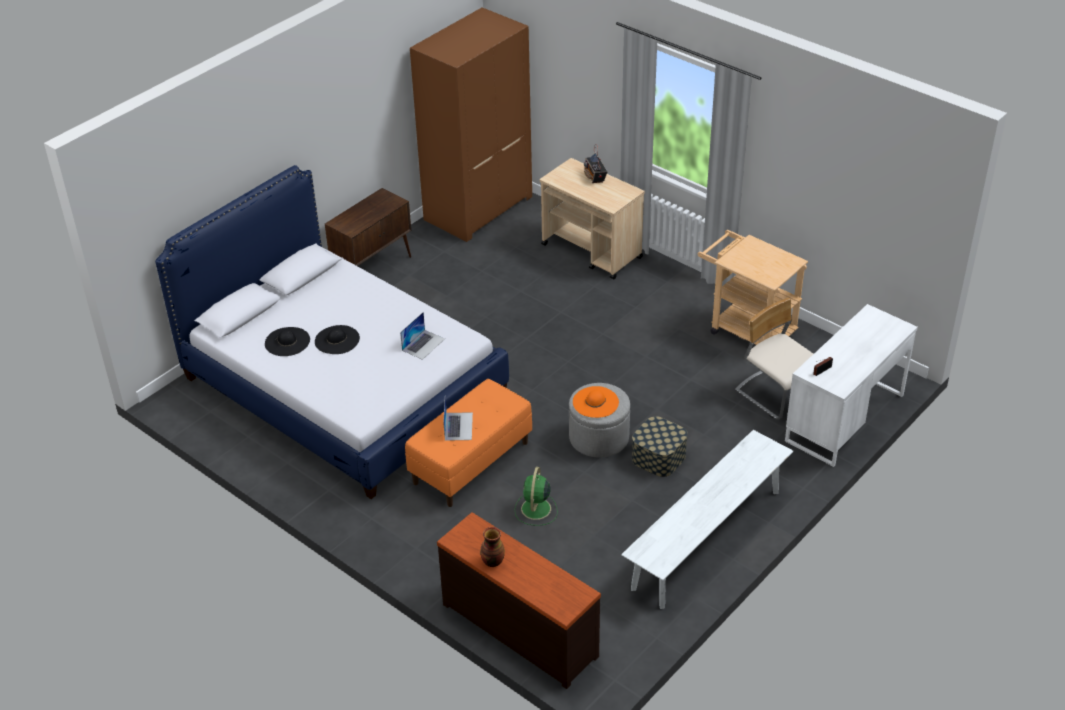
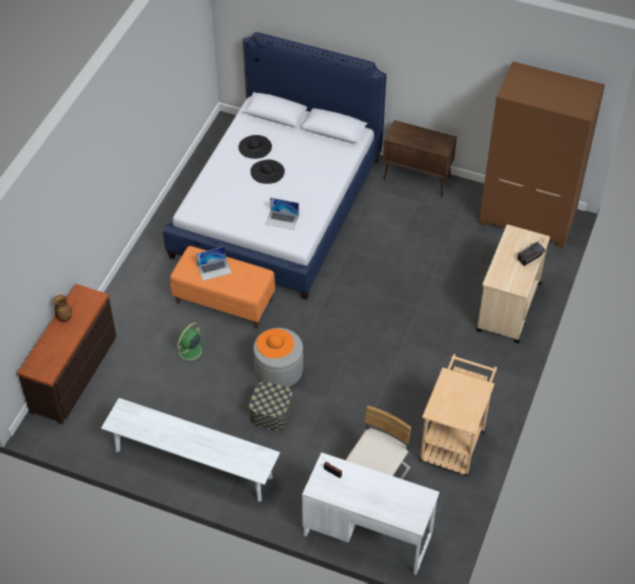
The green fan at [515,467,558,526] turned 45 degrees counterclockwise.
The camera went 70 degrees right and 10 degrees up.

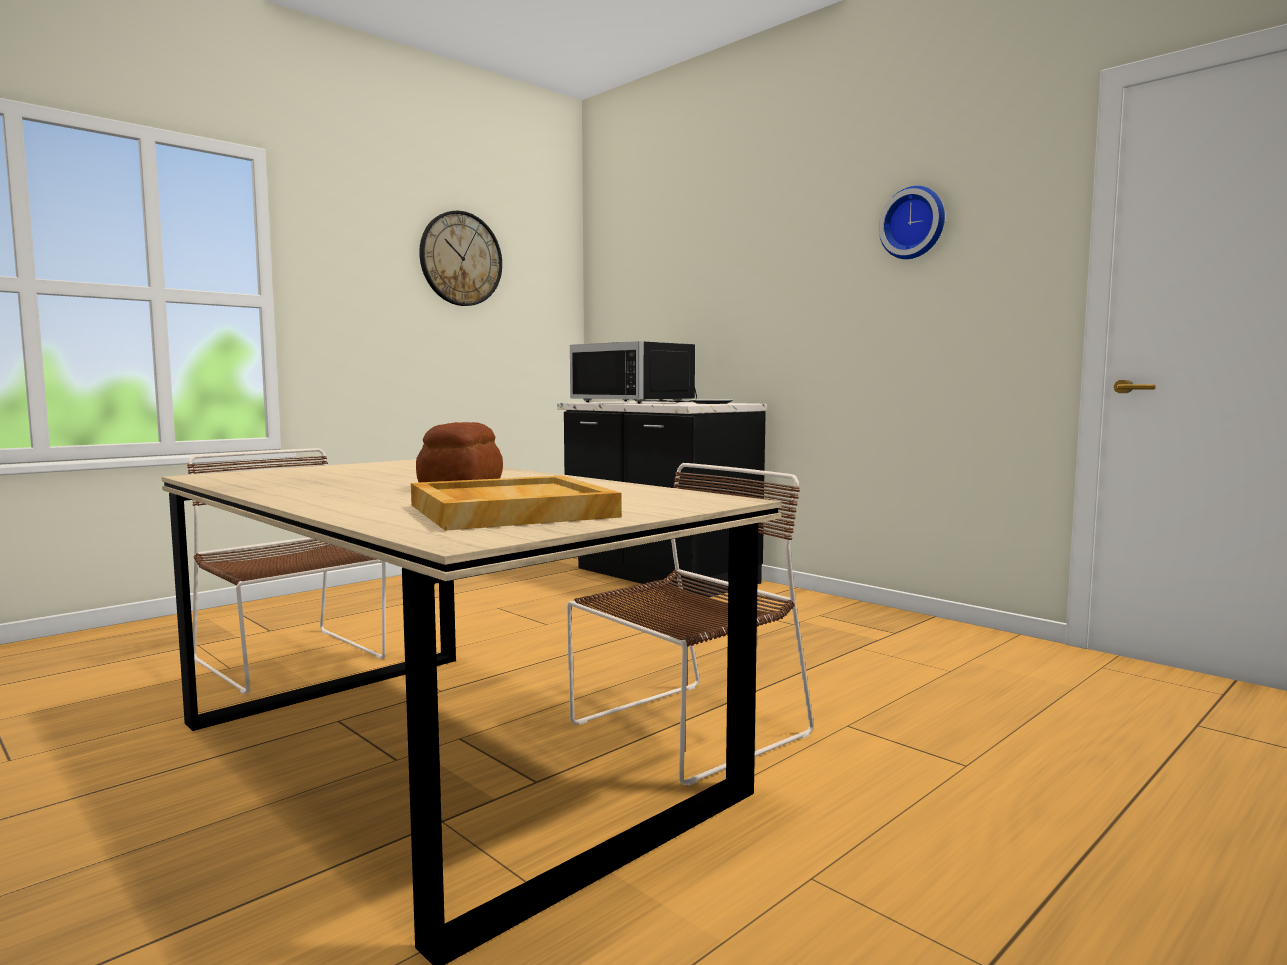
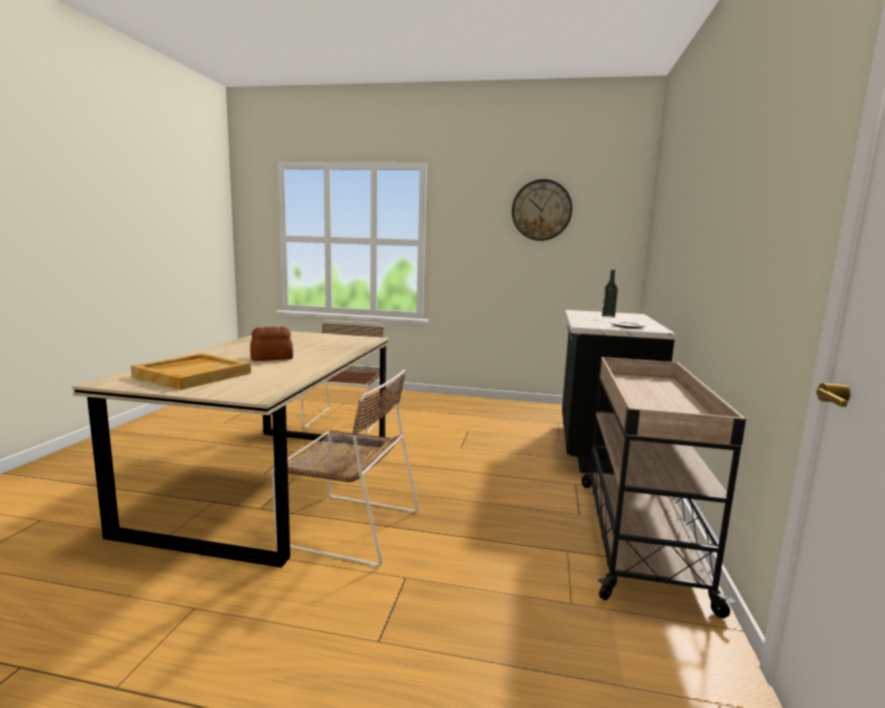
The beige cart at [582,357,746,618] appeared.
The black microwave at [570,341,697,403] was replaced by the bottle at [602,270,618,318].
The wall clock at [879,186,945,259] disappeared.
The camera went 55 degrees right and 5 degrees up.

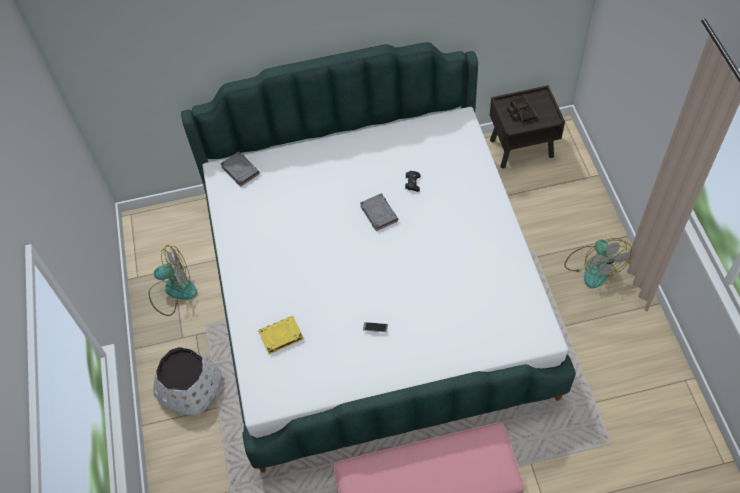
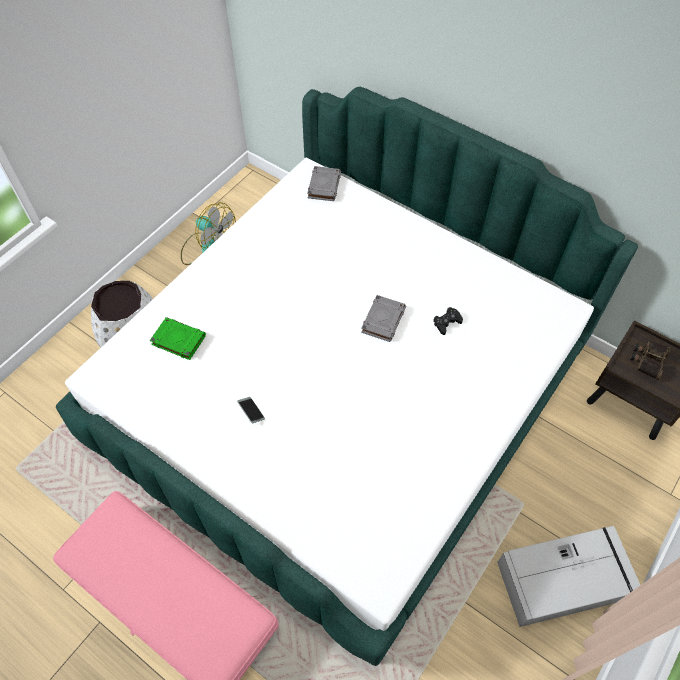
The yellow book at [258,316,303,354] became the green book at [150,317,206,360].
The fan at [564,238,632,288] was replaced by the grey storage box at [497,526,640,627].
The camera went 45 degrees right and 0 degrees up.

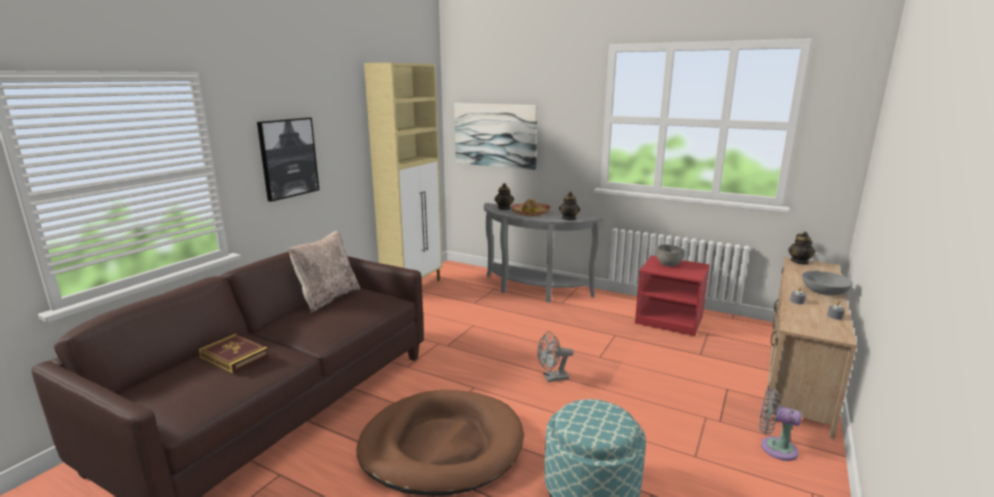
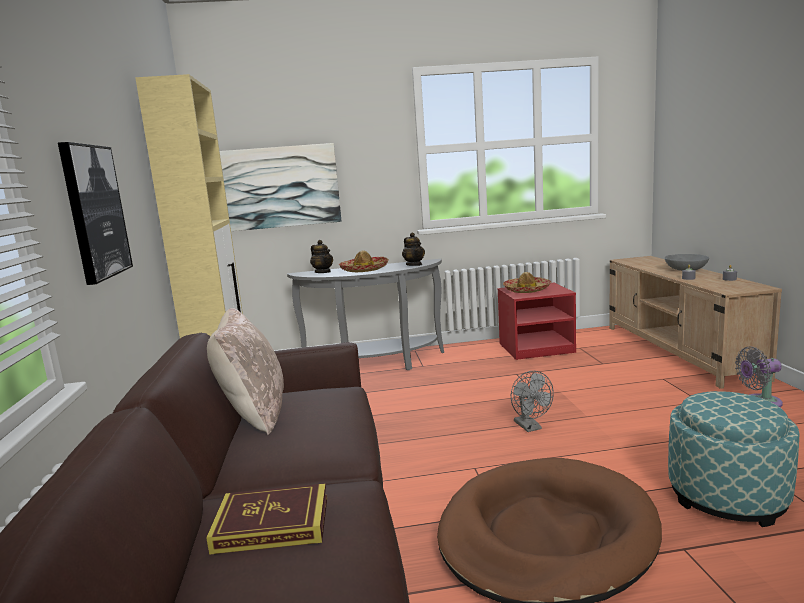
The grey bowl at [656,244,685,267] was replaced by the hat at [503,272,551,293].
The grey fan at [537,331,574,382] turned 60 degrees counterclockwise.
The teapot at [788,232,815,265] disappeared.
The camera went 35 degrees left and 5 degrees down.

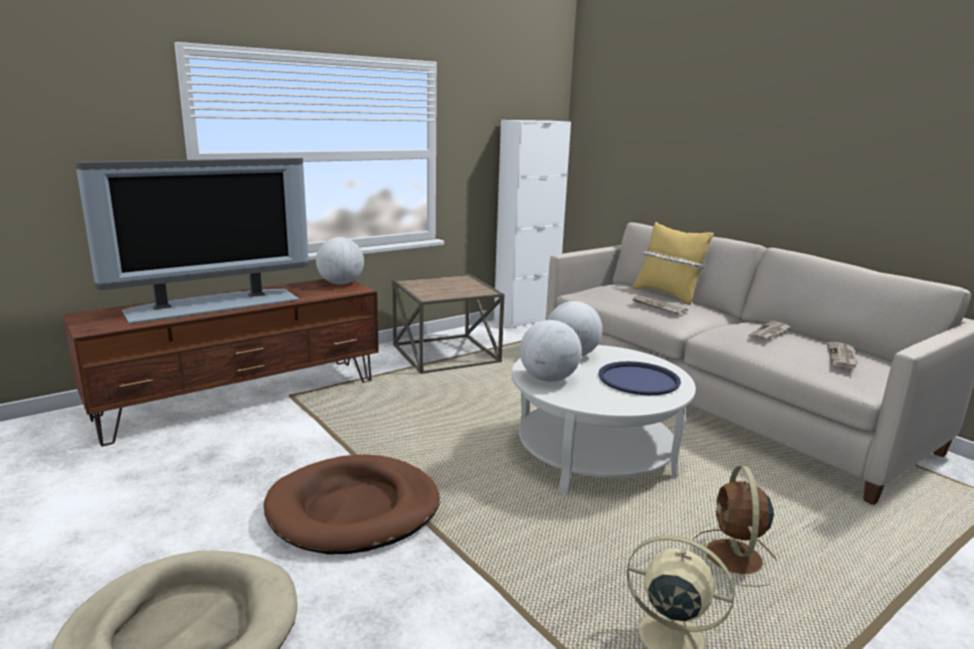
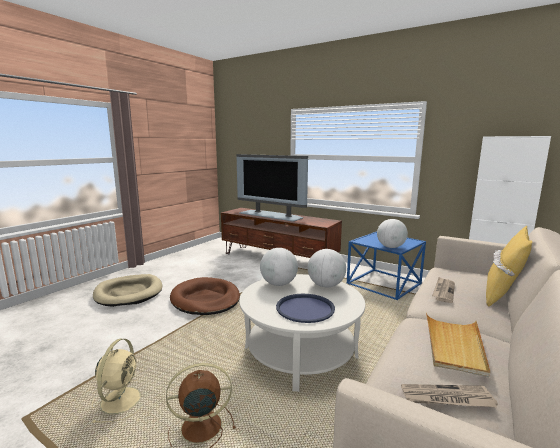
The brown side table at [392,274,505,374] became the blue side table at [347,231,426,300].
The globe moved from [316,237,364,285] to [377,219,408,248].
The newspaper at [748,321,791,341] was replaced by the beige tray at [426,313,490,378].
The camera went 70 degrees right and 5 degrees down.

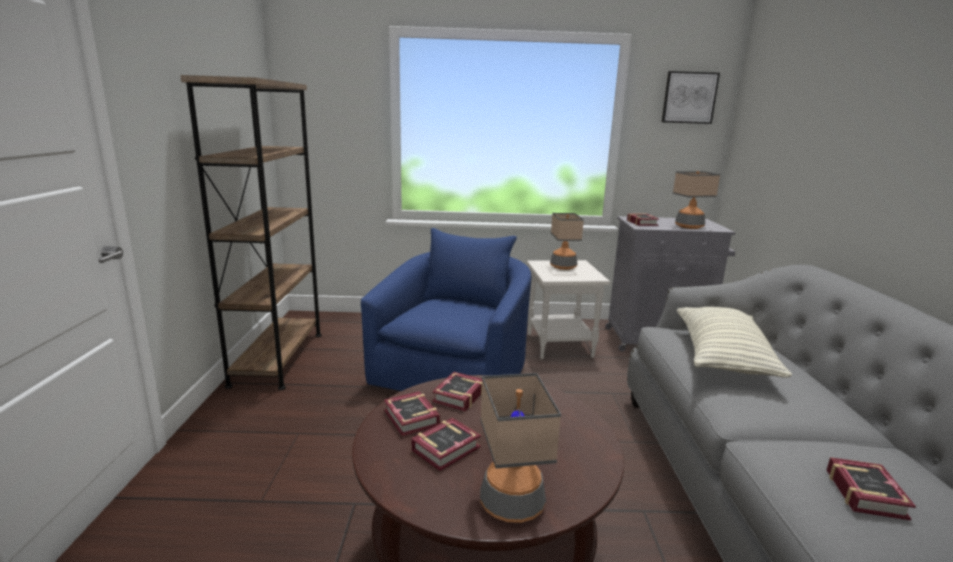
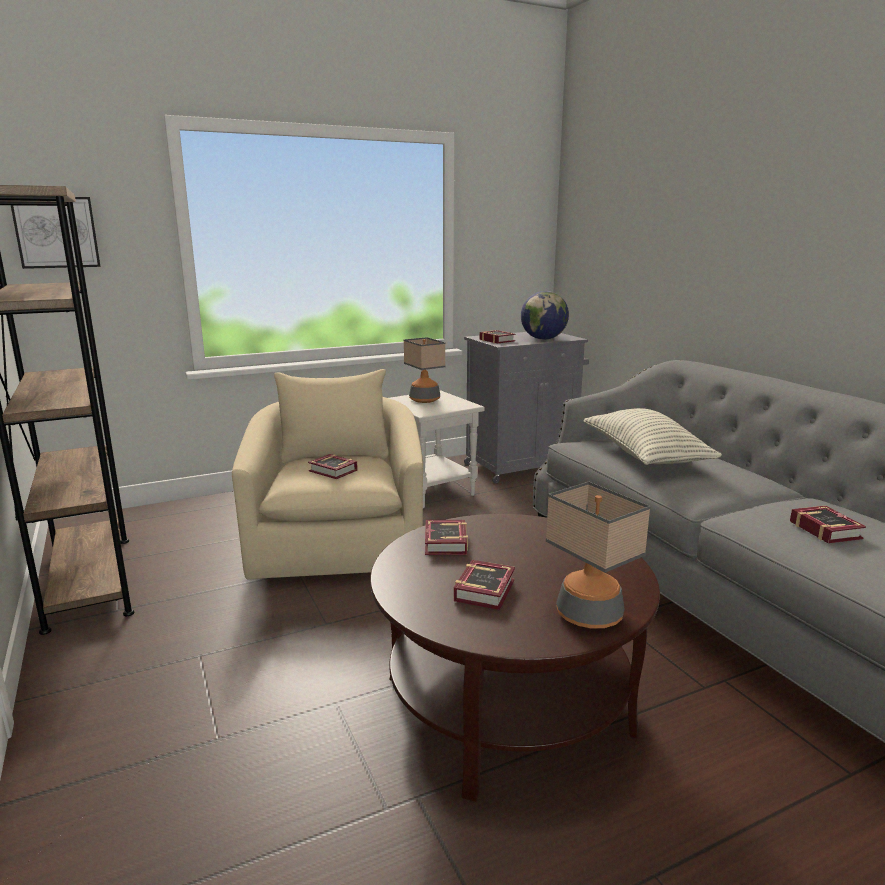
The picture moved from [662,71,720,124] to [11,197,101,269].
The blue armchair at [361,228,531,391] became the beige armchair at [232,369,423,579].
The book moved from [384,391,440,437] to [308,454,358,479].
The table lamp at [673,171,720,229] was replaced by the globe at [521,291,569,340].
The camera went 25 degrees left and 0 degrees up.

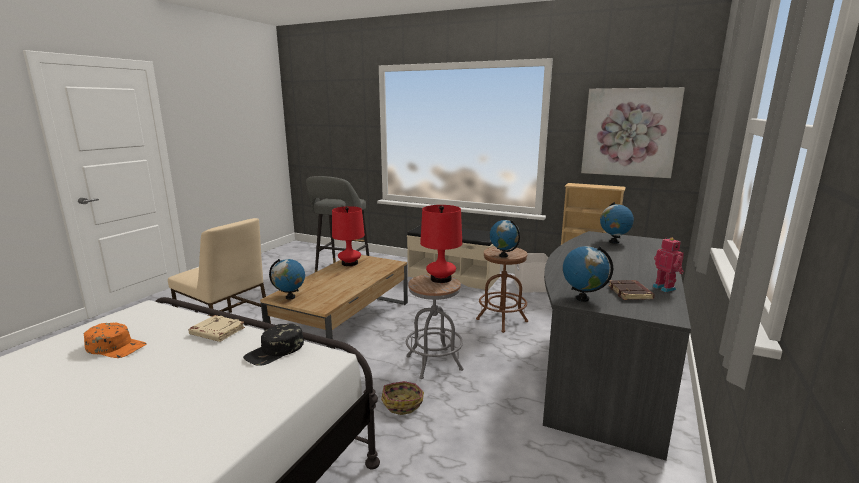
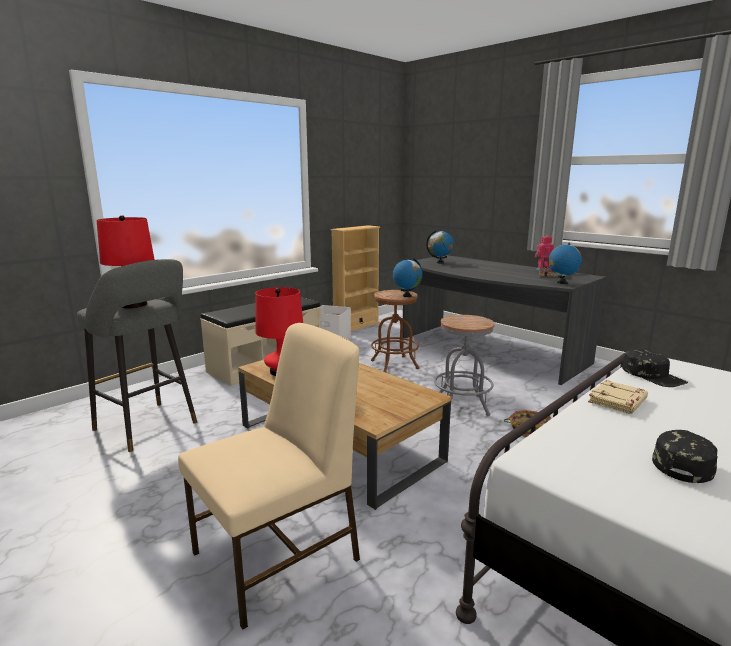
The red table lamp moved from [420,205,462,283] to [97,215,155,308].
The orange cap at [84,322,147,358] became the black cap at [652,430,718,483].
The globe at [269,259,305,300] disappeared.
The picture at [581,87,685,178] disappeared.
The camera went 70 degrees left and 0 degrees up.

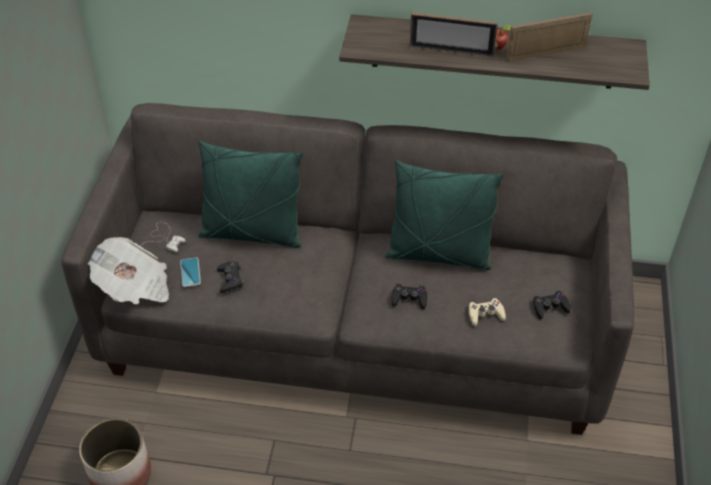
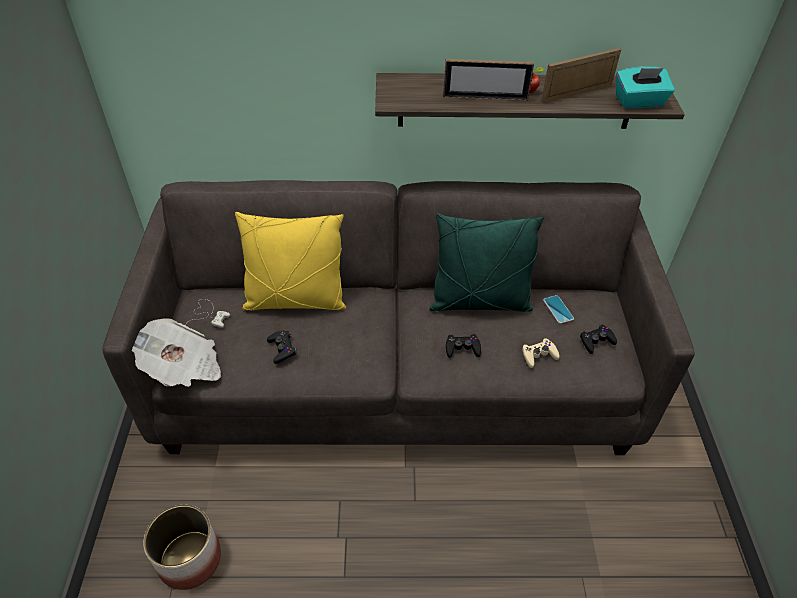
The green pillow at [198,140,303,247] became the yellow pillow at [235,212,346,311].
The phone moved from [180,257,201,287] to [543,295,574,324].
The turquoise tissue box at [616,66,675,109] appeared.
The camera went 10 degrees left and 0 degrees up.

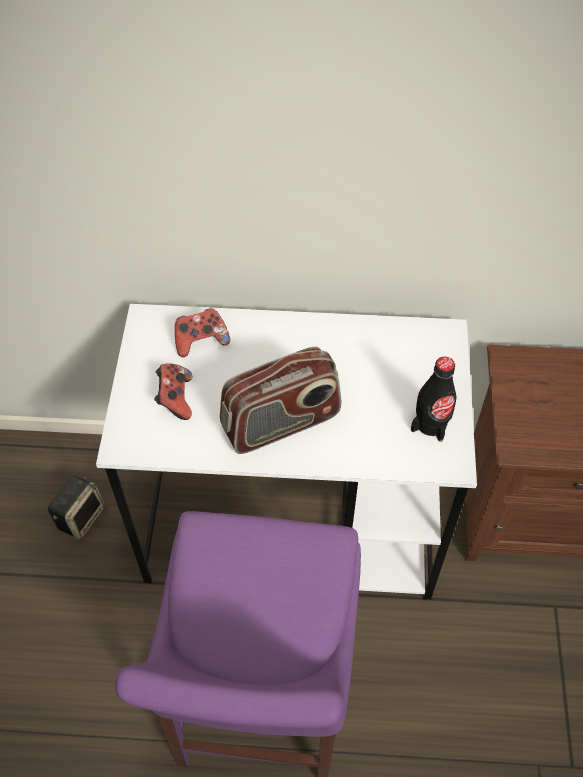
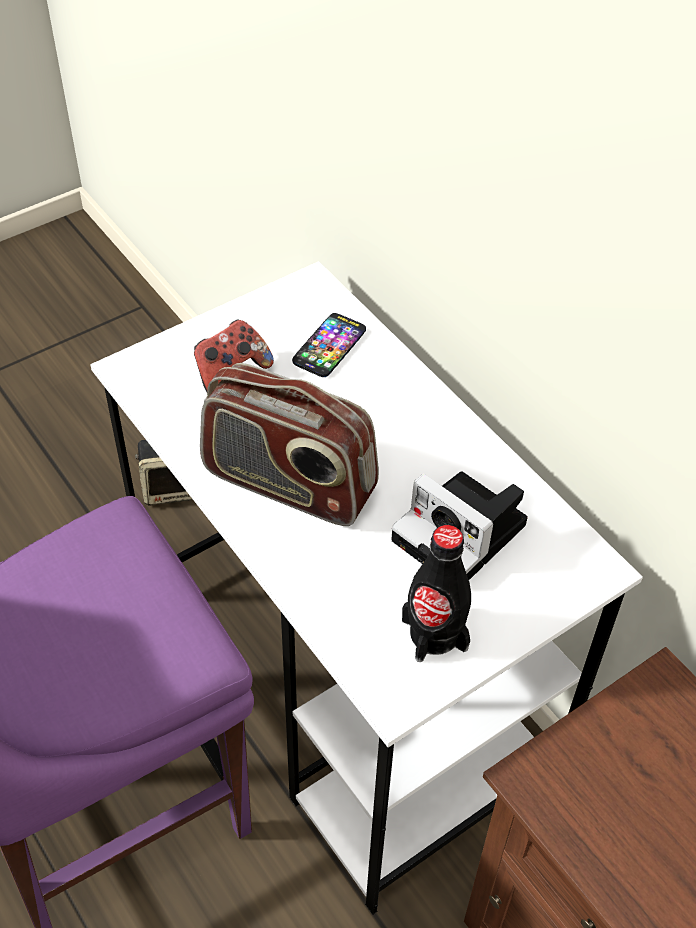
The game controller at [175,308,230,357] was replaced by the phone at [292,313,366,377].
The photo camera at [391,471,528,580] appeared.
The camera went 50 degrees right and 5 degrees down.

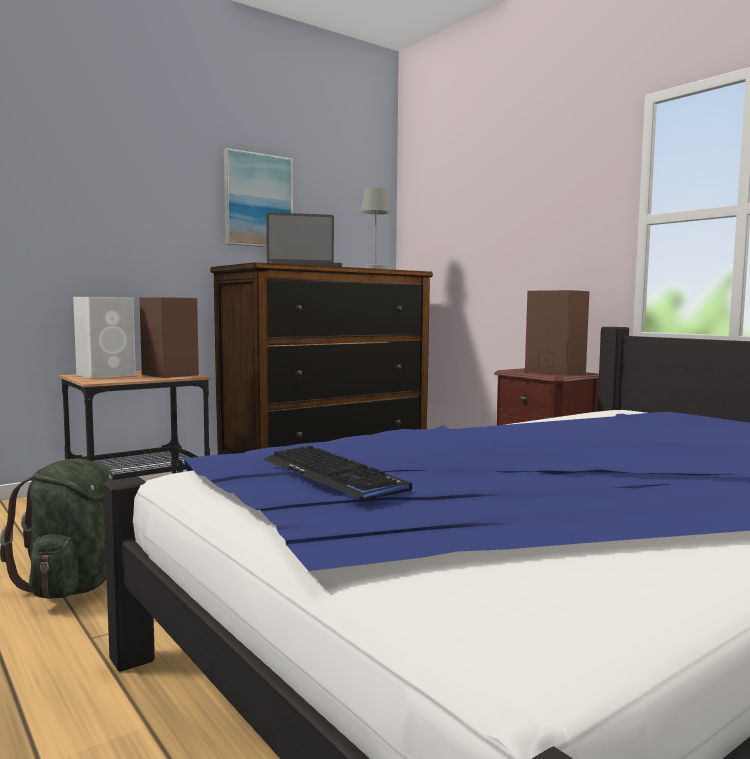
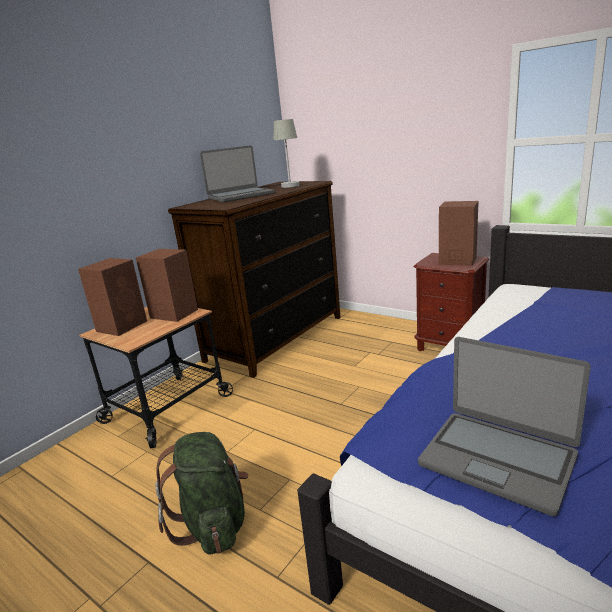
The white speaker at [73,297,136,378] became the brown speaker at [78,258,147,336].
The keyboard at [263,446,412,500] was replaced by the laptop at [418,337,591,516].
The picture at [224,148,293,247] disappeared.
The camera went 15 degrees left and 15 degrees up.

